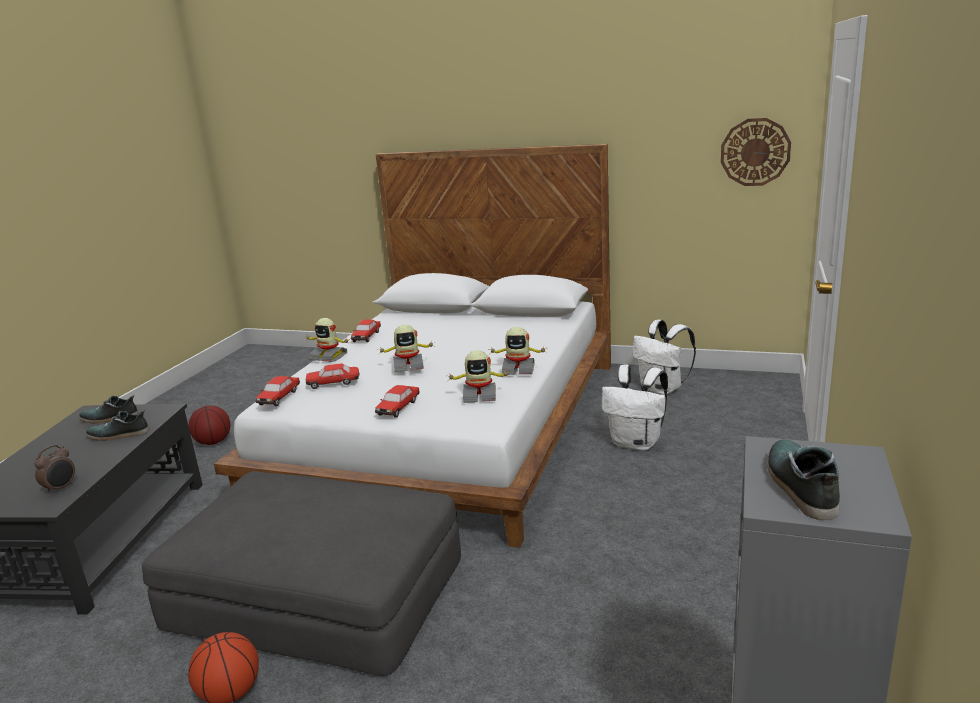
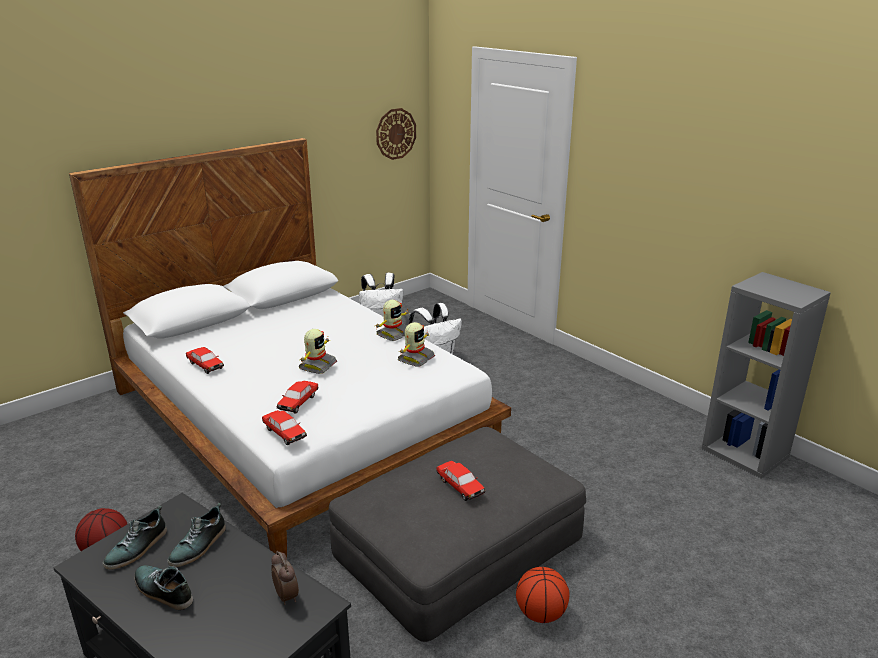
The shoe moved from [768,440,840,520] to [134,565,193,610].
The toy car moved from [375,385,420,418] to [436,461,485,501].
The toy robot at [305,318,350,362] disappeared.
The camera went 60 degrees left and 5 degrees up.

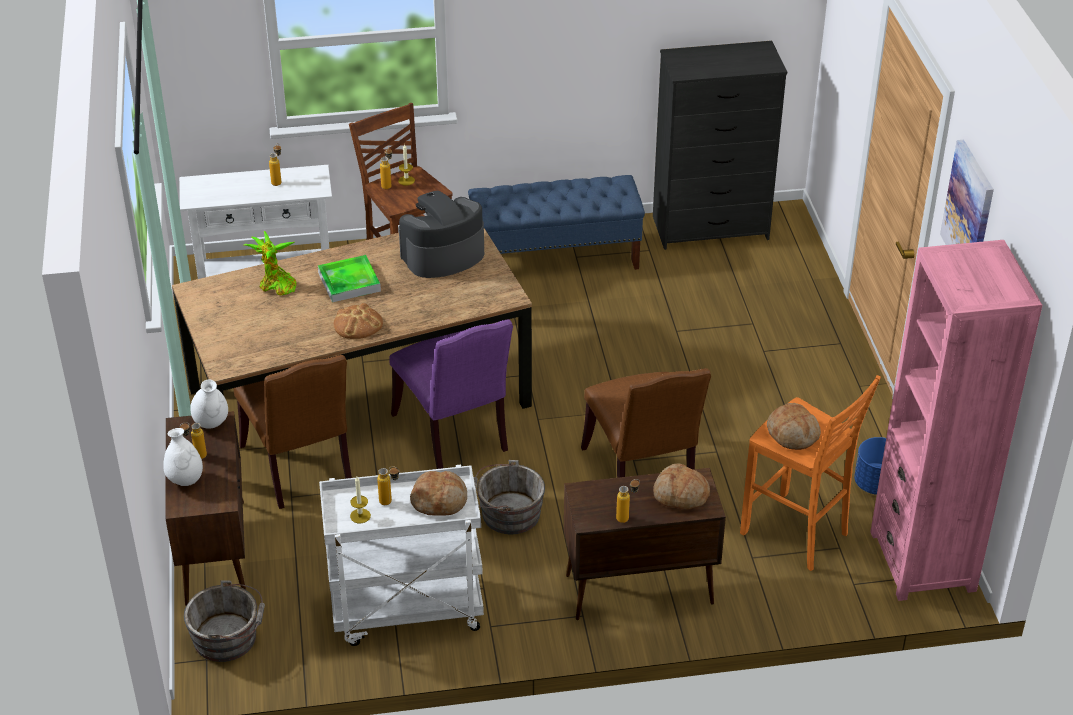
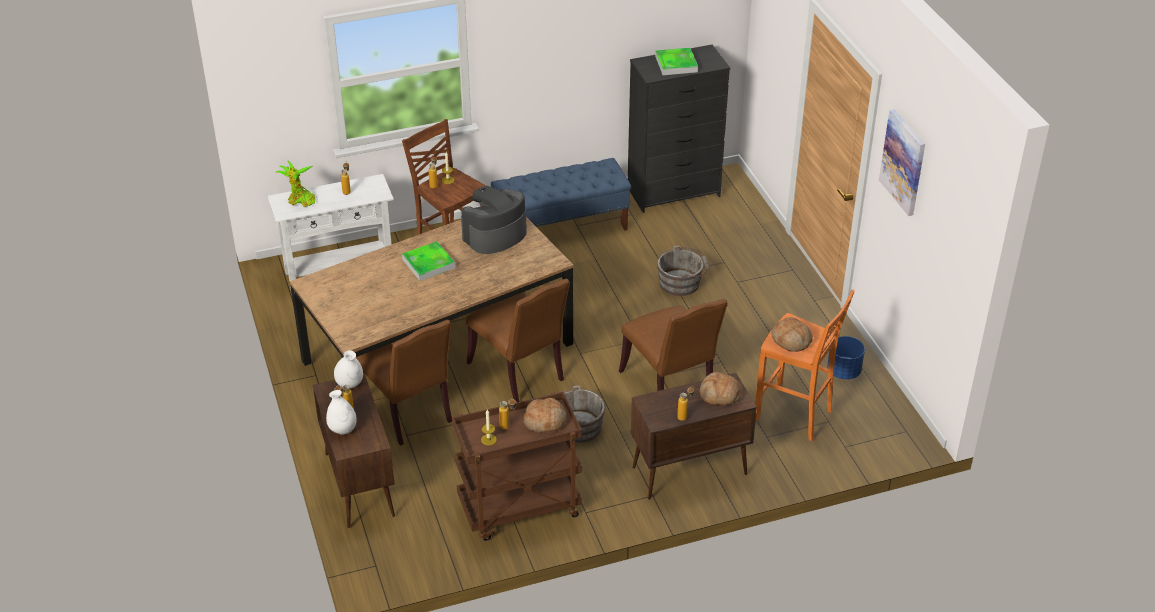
The potted plant moved from [244,231,296,295] to [276,161,315,207].
The white cart at [319,465,484,646] became the brown cart at [452,392,582,541].
The purple chair at [390,319,513,469] became the brown chair at [466,279,570,402].
The tray at [655,48,698,75] appeared.
The grey bucket moved from [184,580,265,662] to [657,246,709,296].
The bread at [334,303,383,339] disappeared.
The pink bookcase at [870,240,1042,601] disappeared.
The camera went 10 degrees left and 0 degrees up.

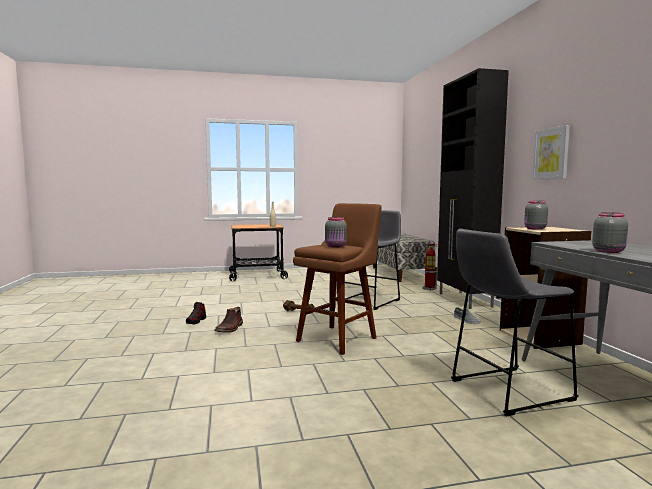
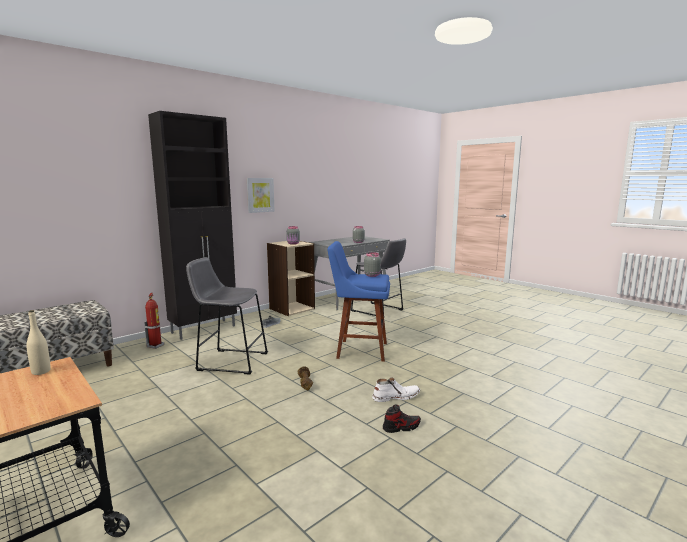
The brown stool at [293,203,382,355] became the blue stool at [327,241,390,362].
The brown boot at [214,307,243,333] became the white boot at [372,377,420,402].
The camera went 120 degrees left and 5 degrees up.

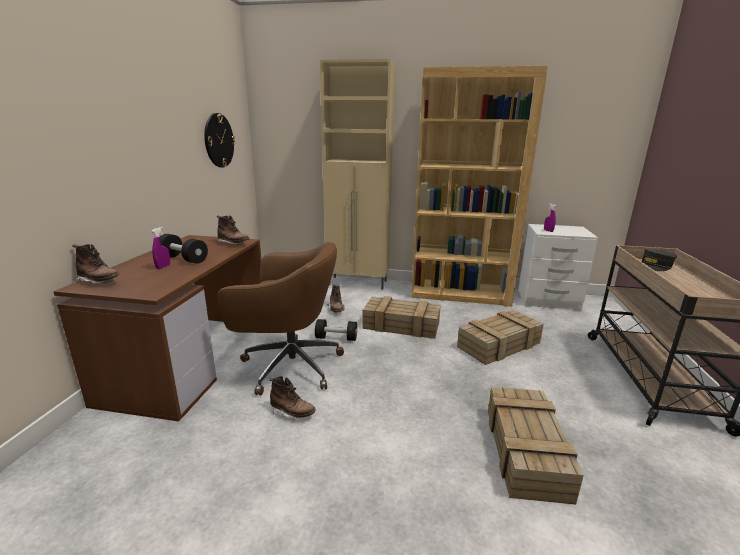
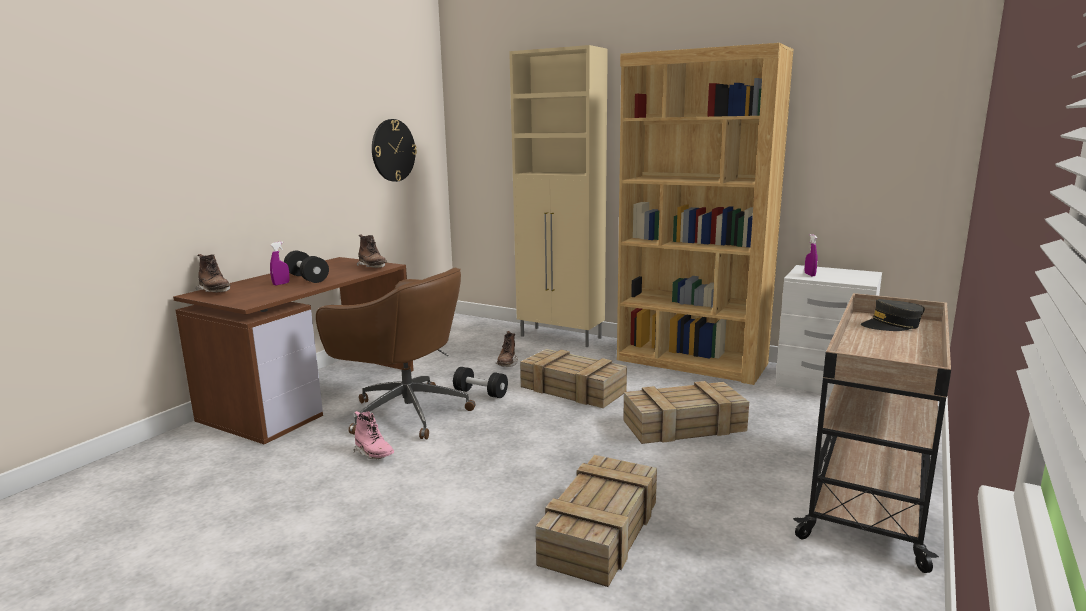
The brown boot at [270,376,316,419] became the pink boot at [353,411,394,459].
The camera went 20 degrees right and 5 degrees down.

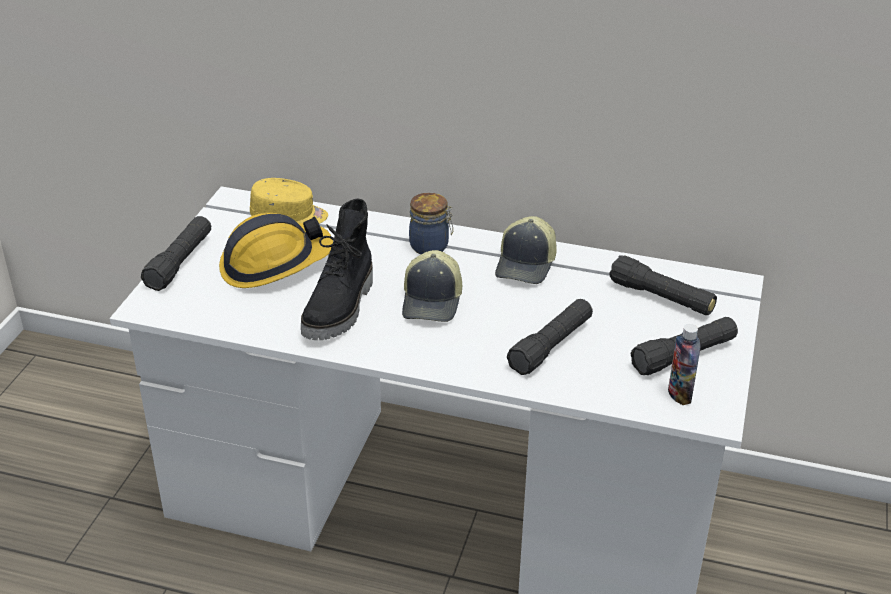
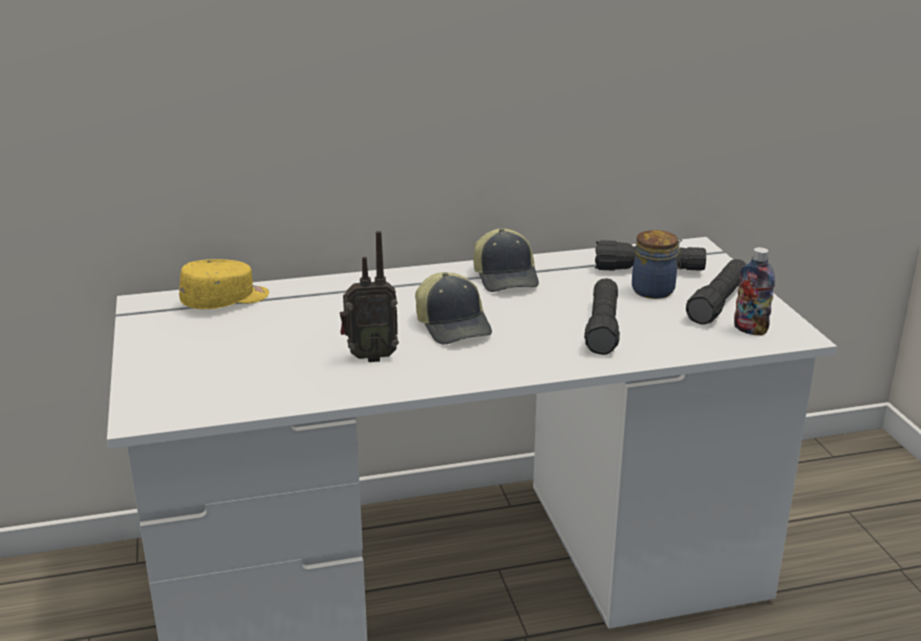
The black boot at [301,199,373,340] was replaced by the radio at [340,231,399,362].
The jar moved from [409,193,453,254] to [632,230,682,299].
The black flashlight at [141,216,211,291] disappeared.
The hard hat at [219,213,333,288] disappeared.
The camera went 30 degrees left and 10 degrees down.

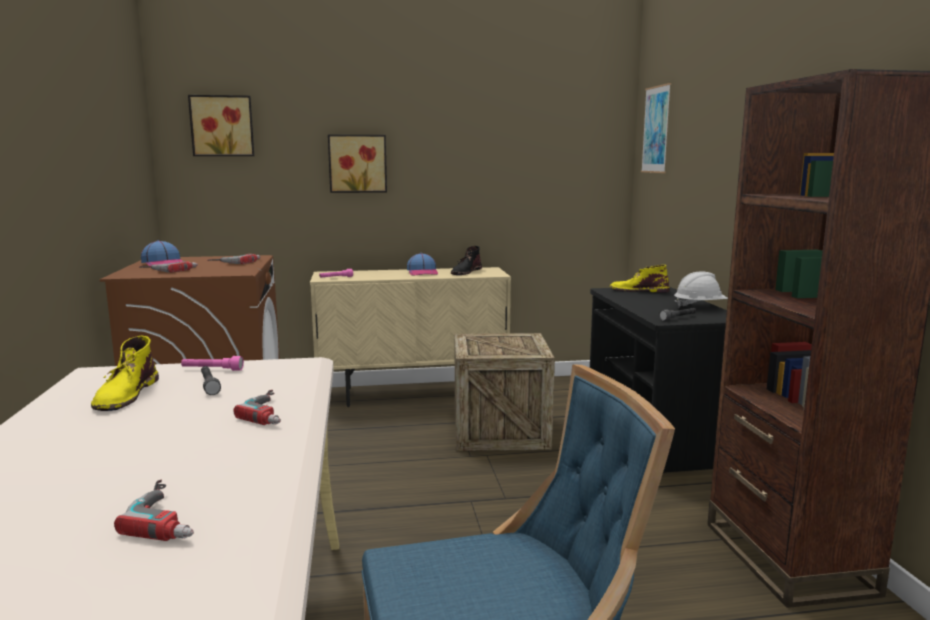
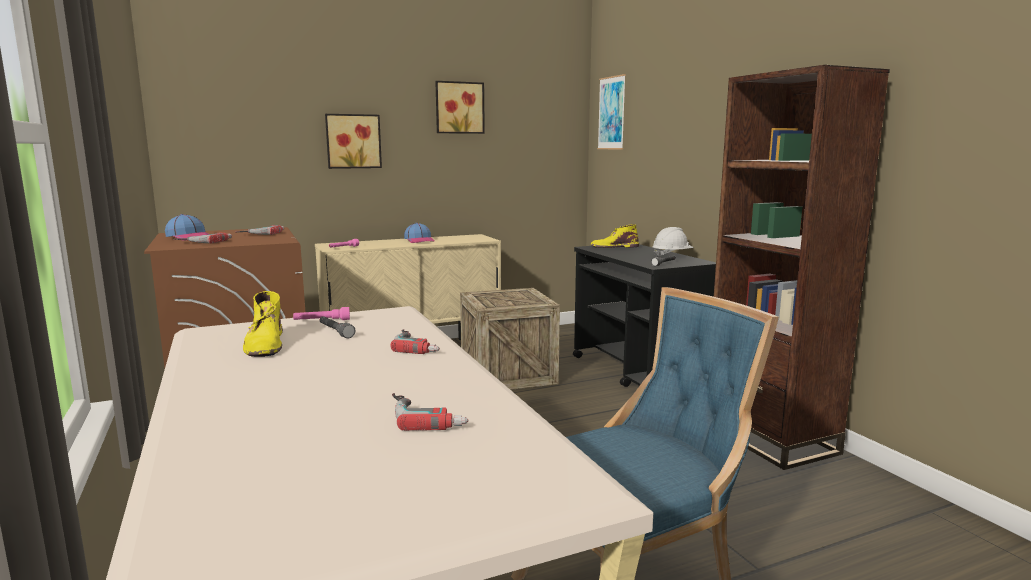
The picture moved from [188,95,254,156] to [435,81,485,134].
The black boot at [451,246,482,275] disappeared.
The camera went 15 degrees left and 0 degrees up.

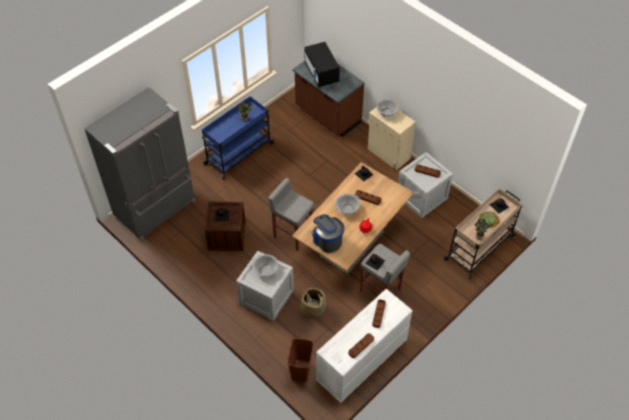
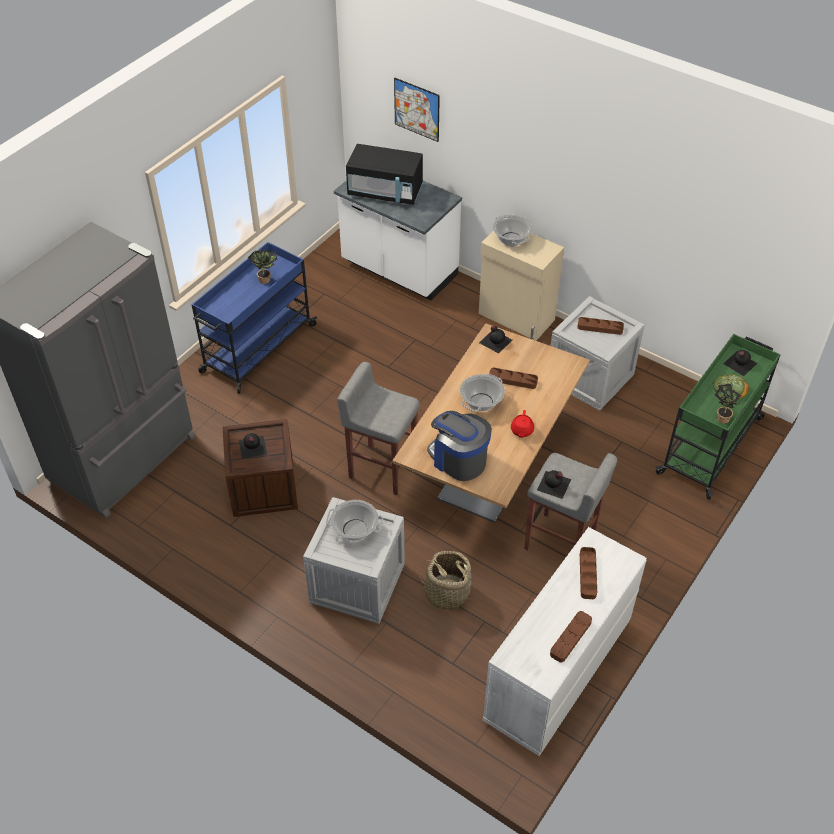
The brown counter at [292,61,365,137] became the white counter at [334,180,462,301].
The black microwave at [304,42,340,87] turned 45 degrees counterclockwise.
The picture at [394,78,440,142] appeared.
The beige cart at [444,188,522,279] became the green cart at [655,334,780,500].
The brown trash can at [287,338,314,382] disappeared.
The camera went 10 degrees left and 5 degrees down.

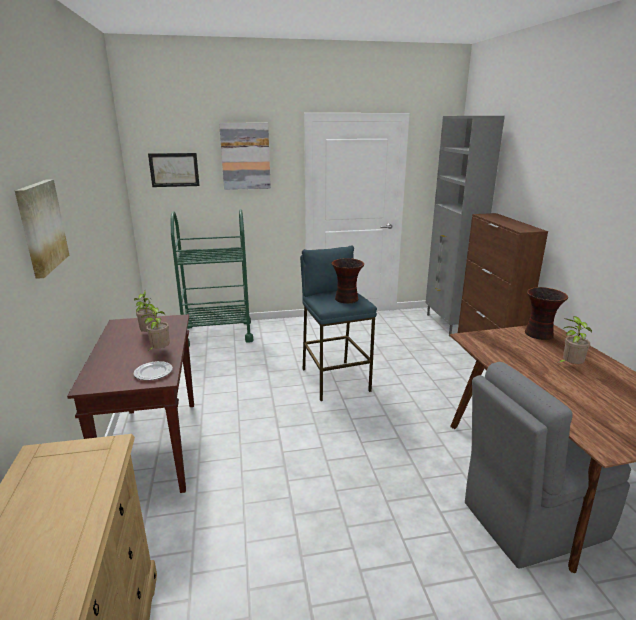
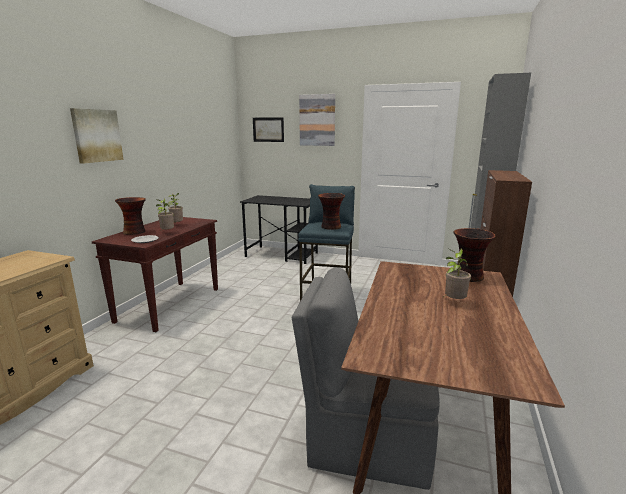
The vase at [115,197,146,235] appeared.
The green cart at [171,209,253,346] was replaced by the black desk at [240,195,318,264].
The camera went 30 degrees right and 5 degrees down.

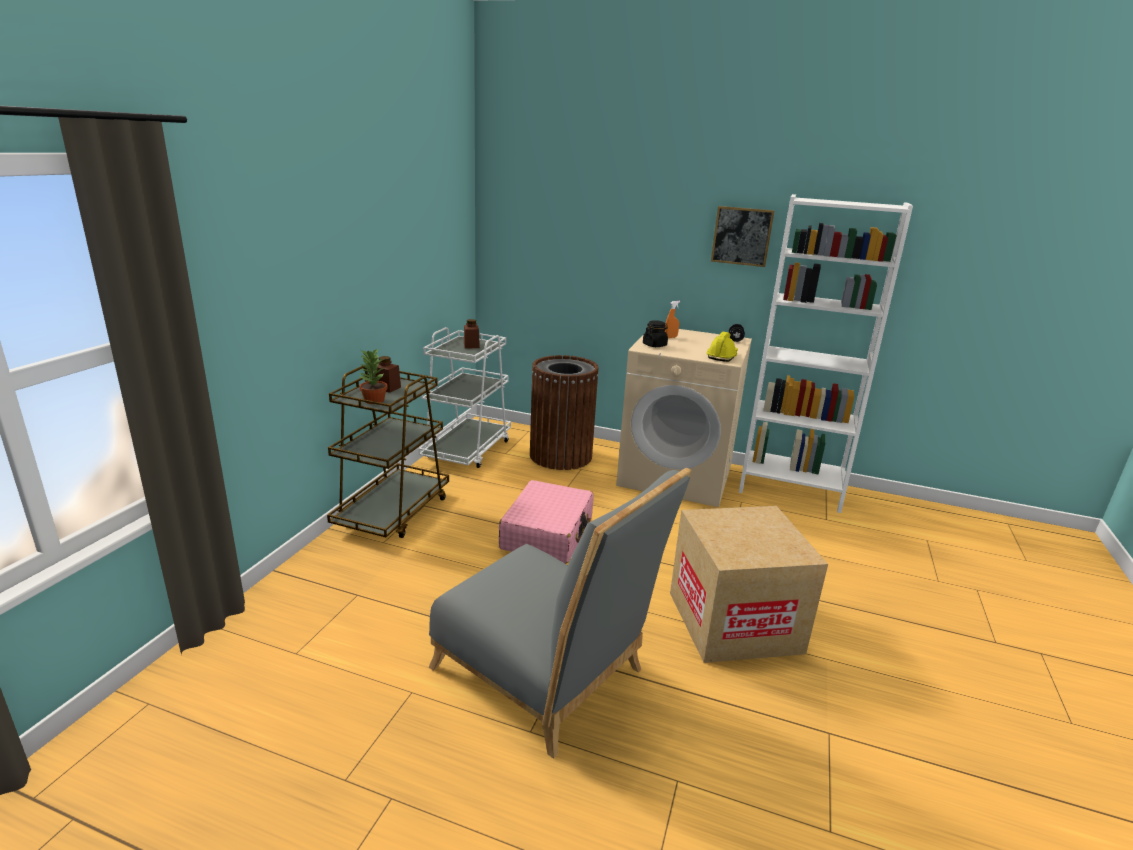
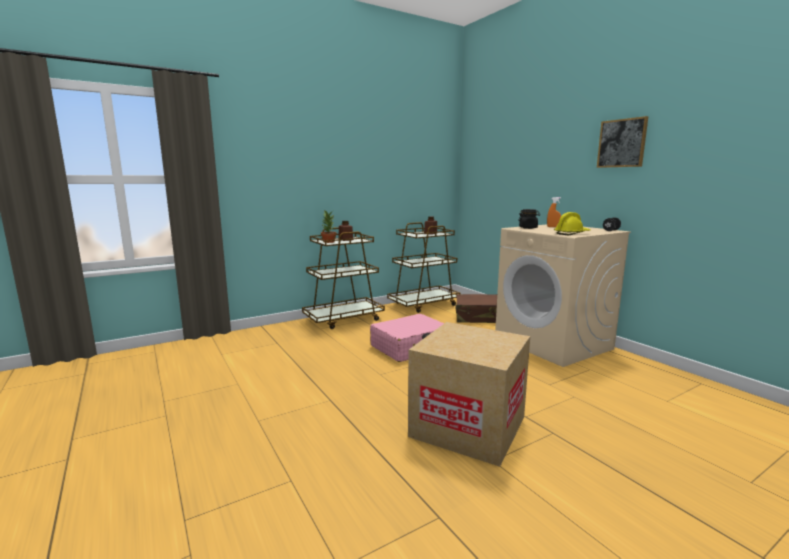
The white cart at [418,327,511,468] became the brown cart at [387,222,461,313].
The brown trash can at [530,355,599,470] was replaced by the brown suitcase at [455,294,497,323].
The grey chair at [429,468,692,759] disappeared.
The white bookcase at [739,194,913,513] disappeared.
The camera went 40 degrees right and 10 degrees down.

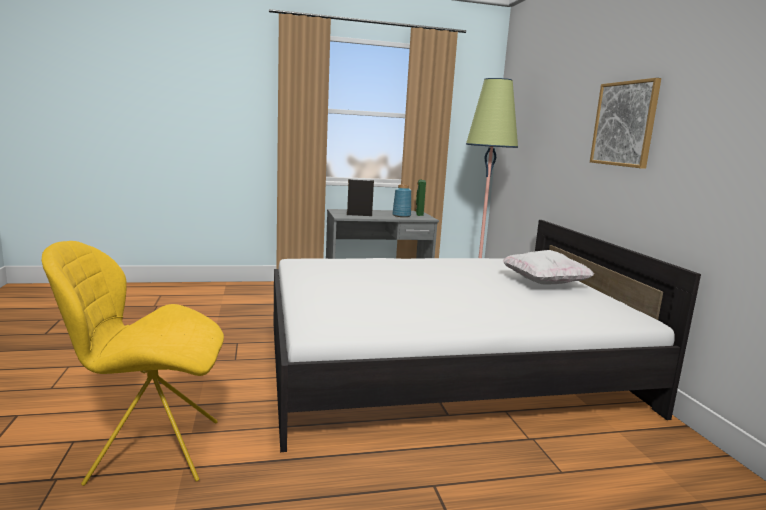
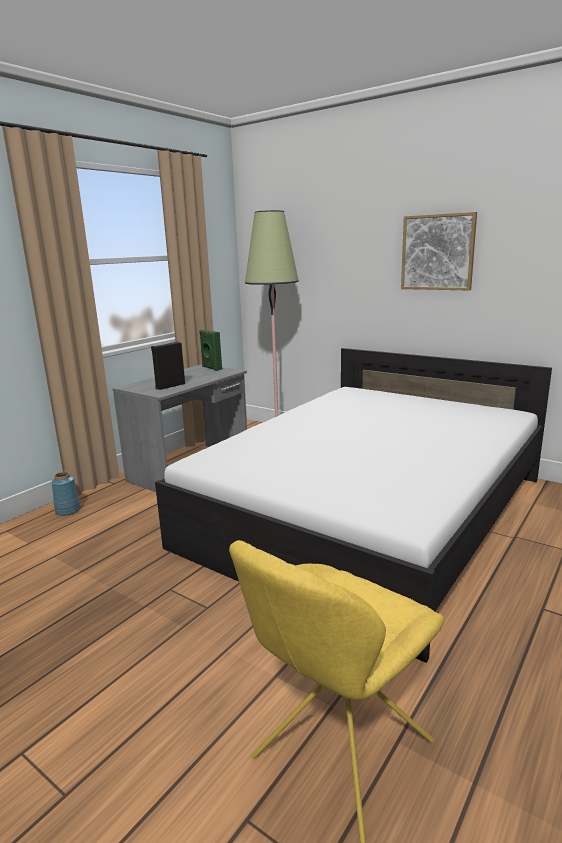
The blue vase moved from [392,185,411,217] to [51,472,81,516].
The white pillow at [502,250,594,284] disappeared.
The camera went 40 degrees left and 5 degrees up.

